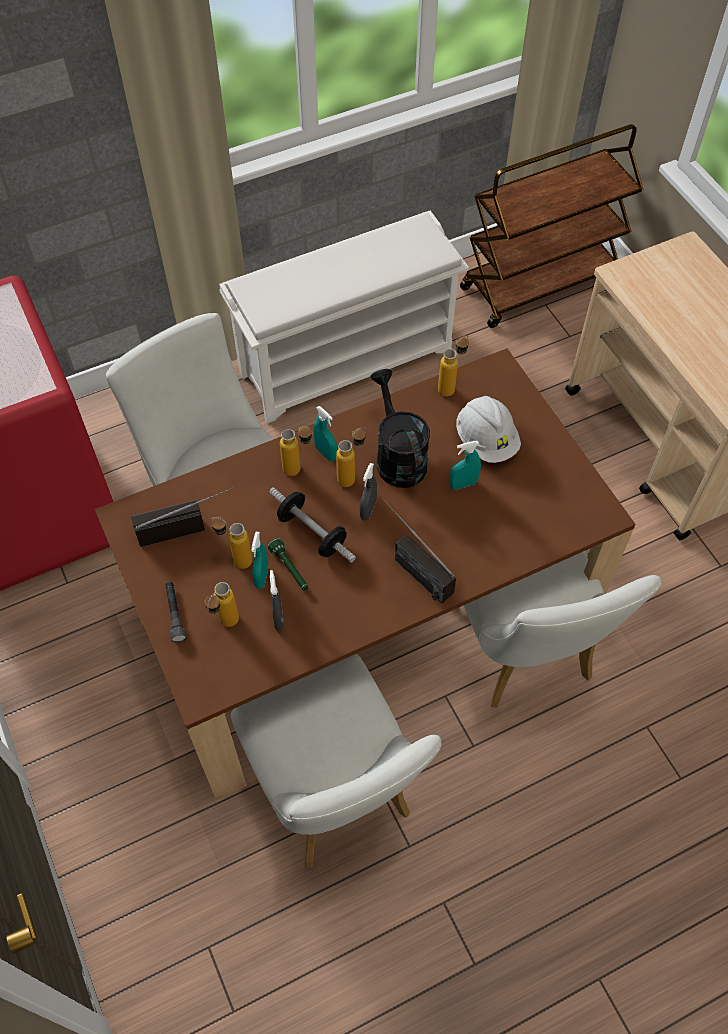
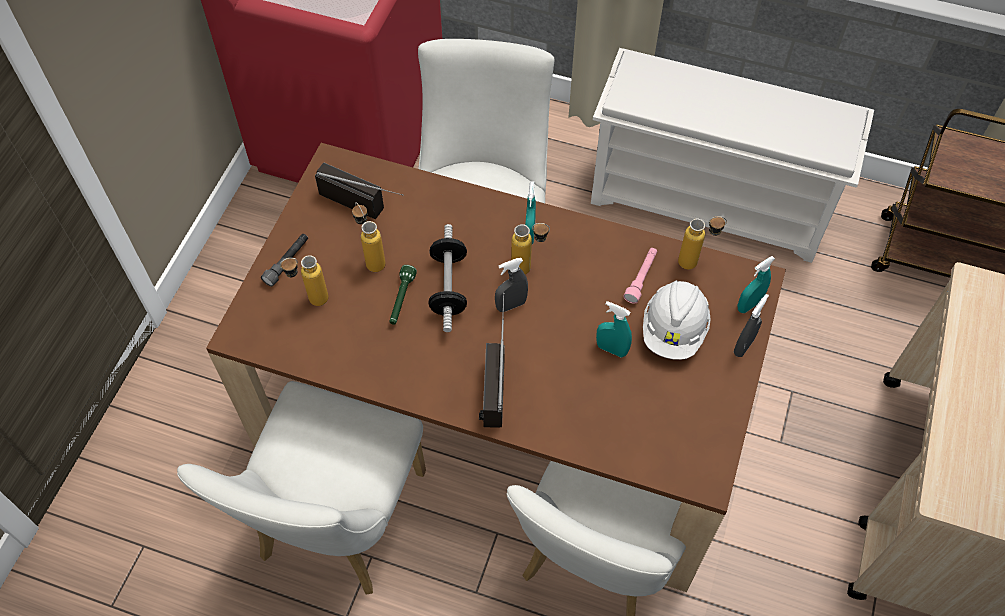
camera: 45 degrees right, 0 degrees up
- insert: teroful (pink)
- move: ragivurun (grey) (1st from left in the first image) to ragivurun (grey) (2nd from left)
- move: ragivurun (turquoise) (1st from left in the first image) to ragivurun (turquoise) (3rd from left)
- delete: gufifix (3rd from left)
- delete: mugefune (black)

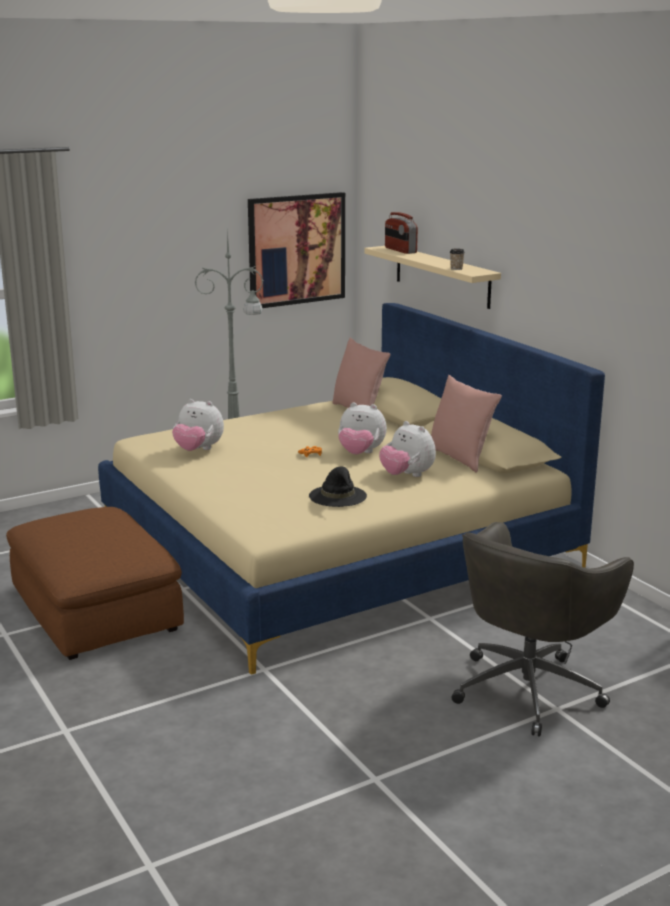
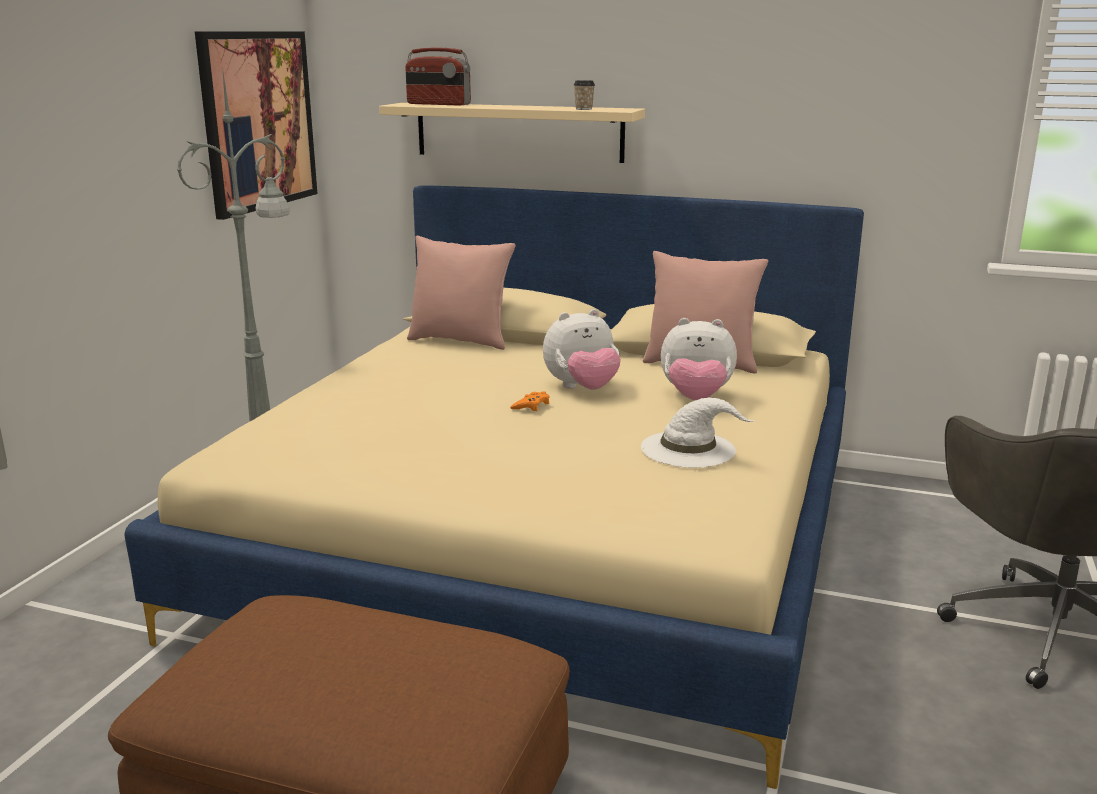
camera: 40 degrees left, 0 degrees up
- recolor: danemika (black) to danemika (white)
- delete: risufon (1st from left)

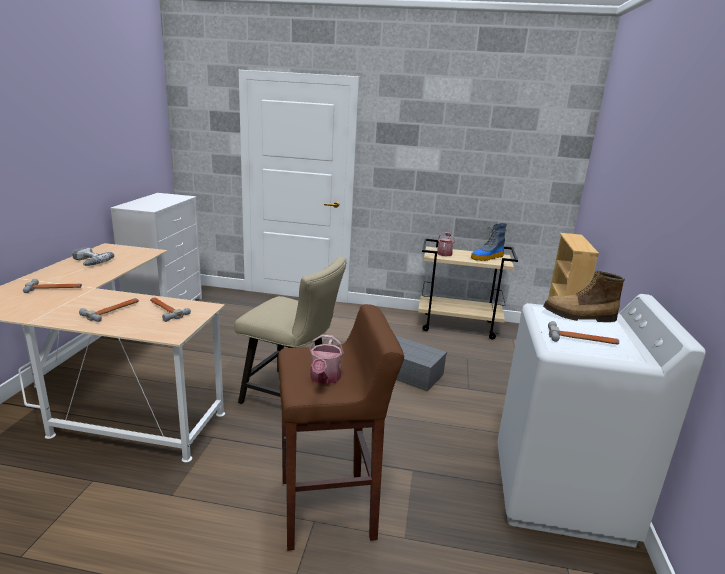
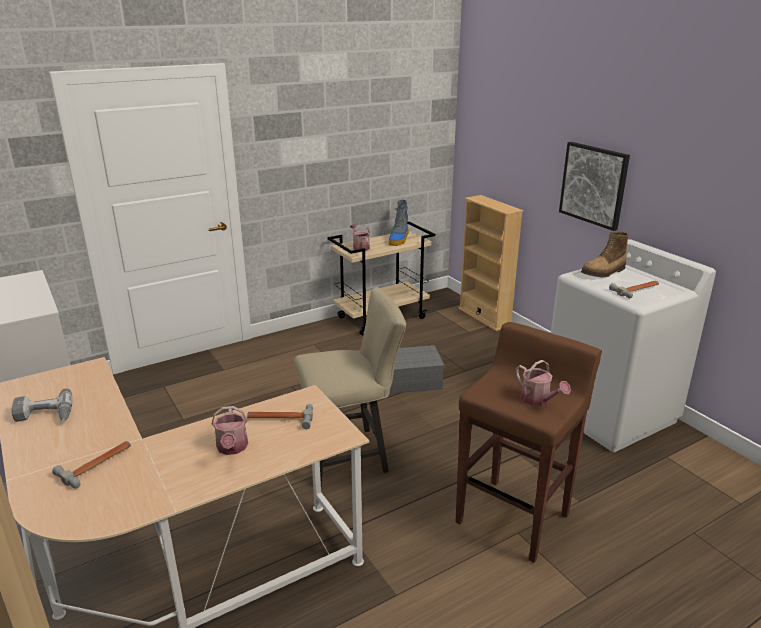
camera: 40 degrees left, 5 degrees up
- replace: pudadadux (2nd from left) to mugefune (1st from left)
- insert: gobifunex

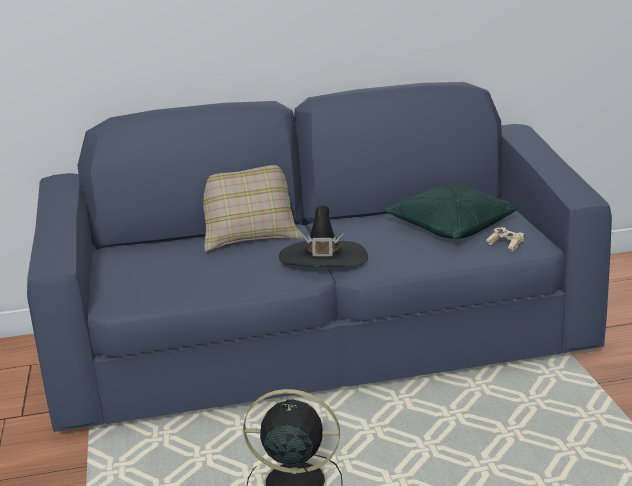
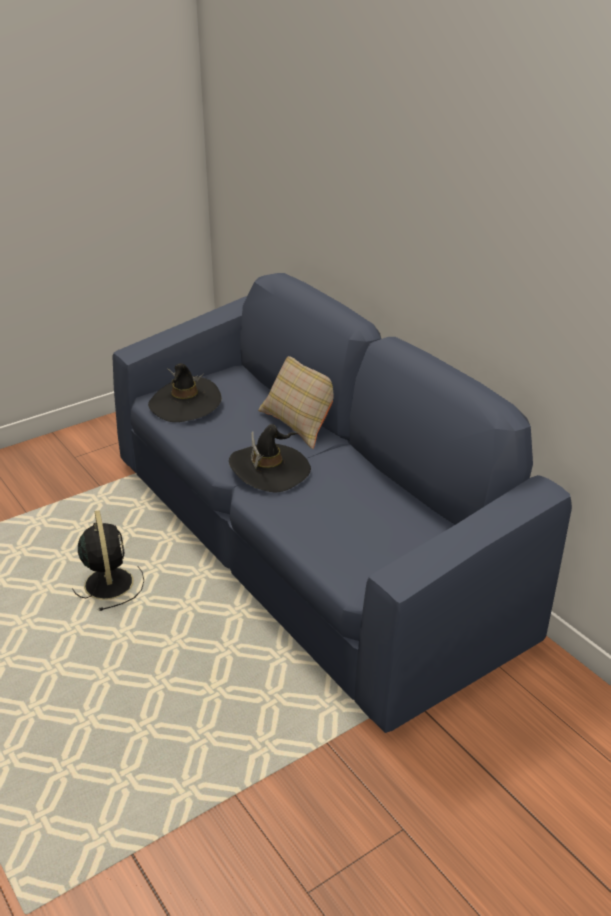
camera: 65 degrees right, 10 degrees up
- insert: danemika (black) (1st from left)
- delete: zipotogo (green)
- delete: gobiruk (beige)

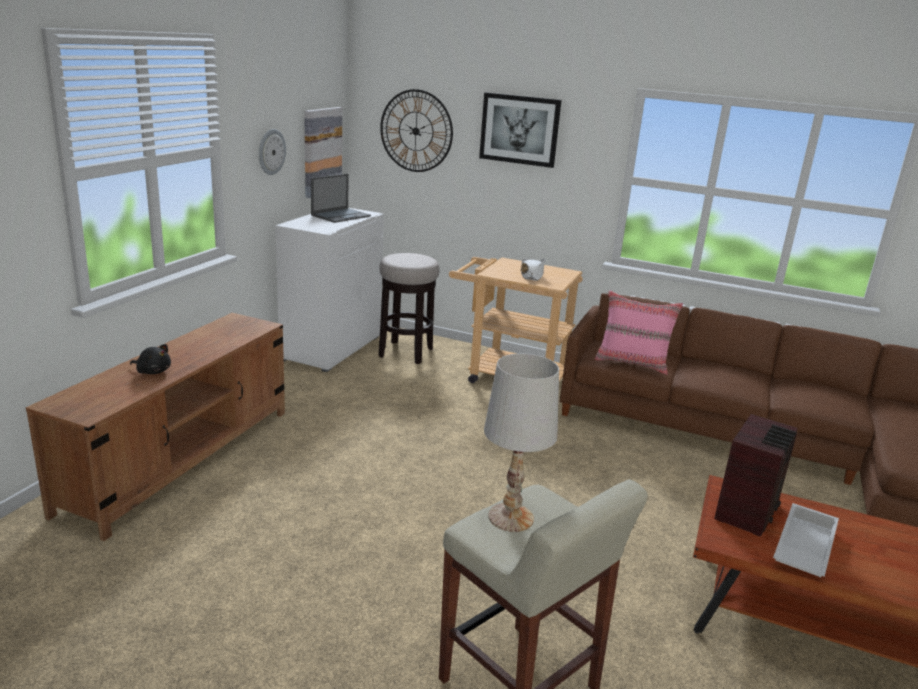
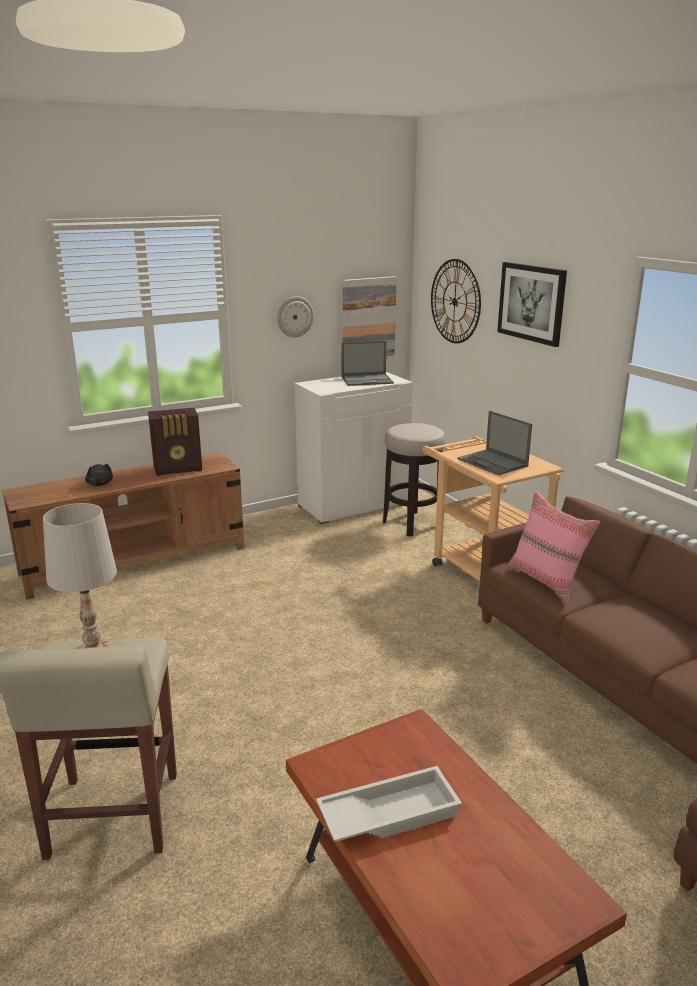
camera: 40 degrees right, 0 degrees up
- move: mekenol
- replace: danemika (white) to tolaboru (2nd from left)

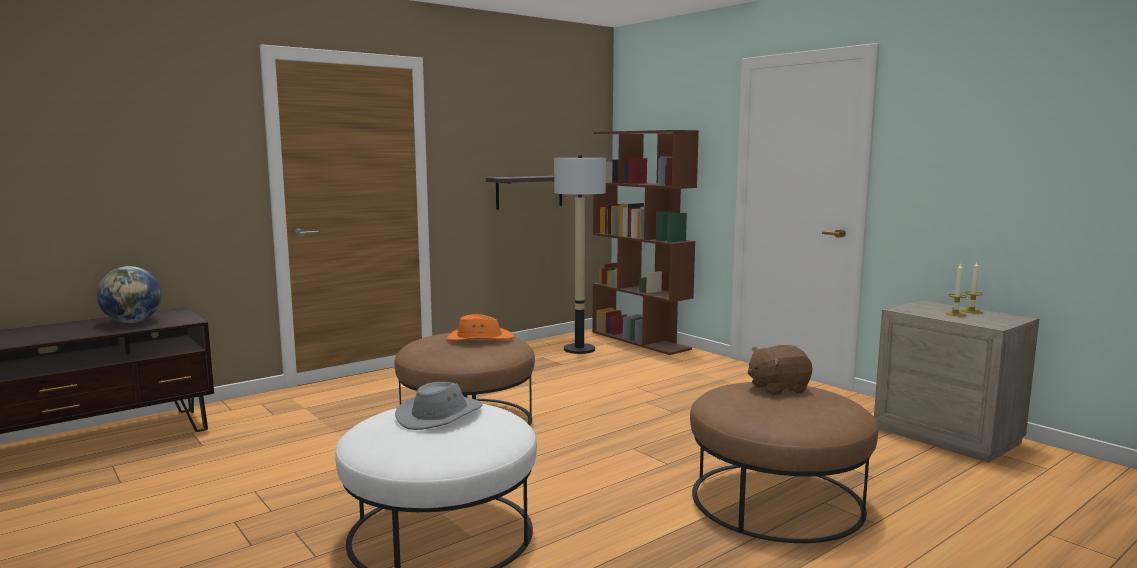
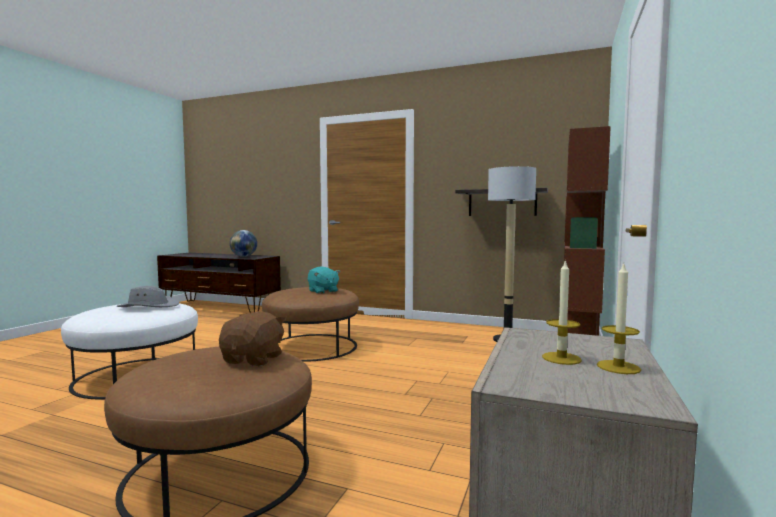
camera: 60 degrees right, 5 degrees down
- rotate: risufon (brown) 60 degrees clockwise
- replace: danemika (orange) to risufon (turquoise)

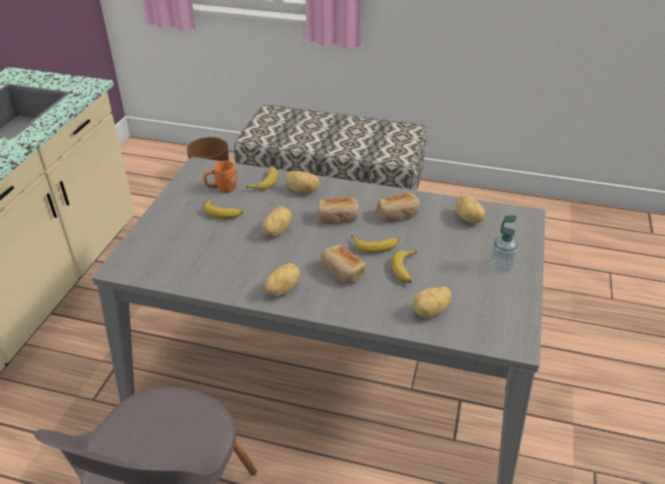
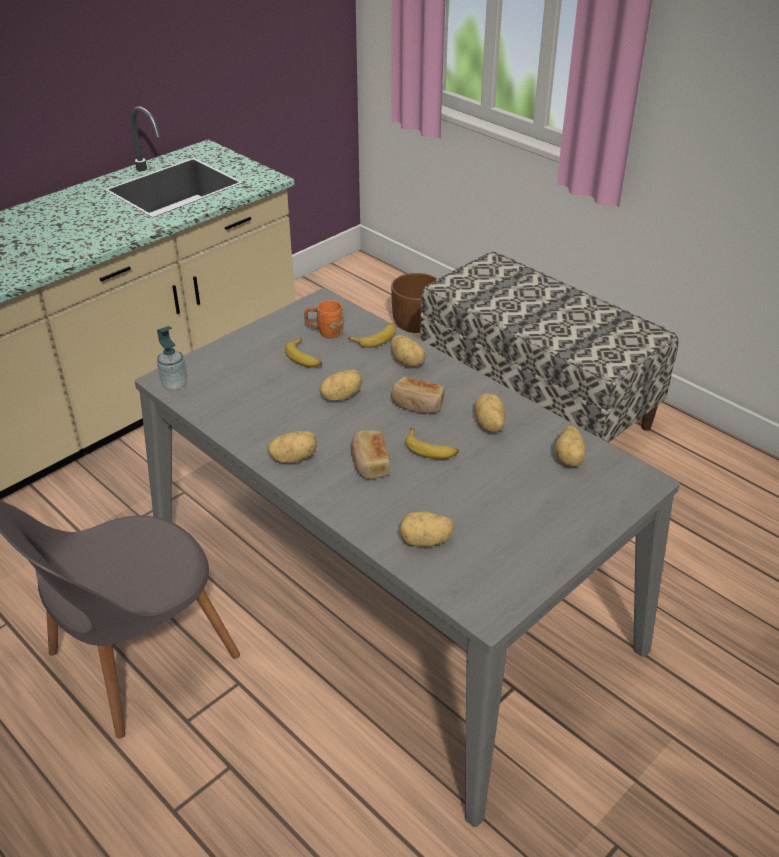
camera: 30 degrees right, 0 degrees up
- move: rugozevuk
- replace: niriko (3rd from left) to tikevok (5th from left)
- delete: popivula (4th from left)

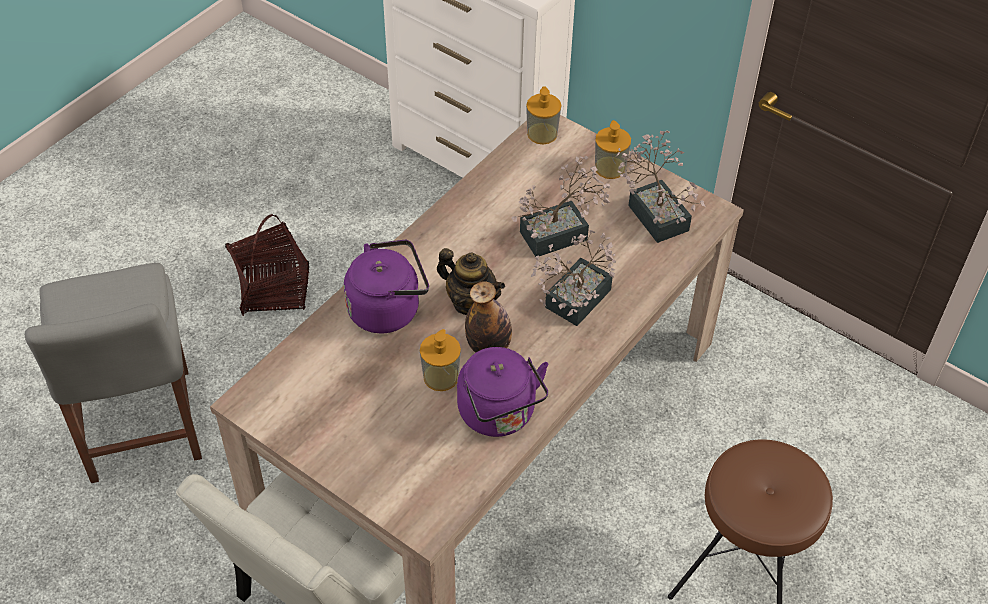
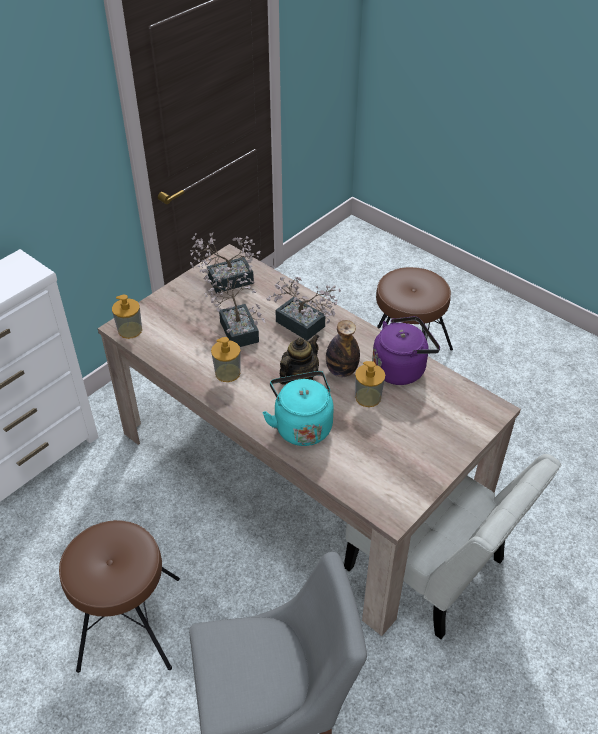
camera: 85 degrees left, 5 degrees down
- replace: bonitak to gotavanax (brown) (1st from left)
- move: rugozevuk (3rd from left in the first image) to rugozevuk (2nd from left)
- recolor: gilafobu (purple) (1st from left) to gilafobu (turquoise)

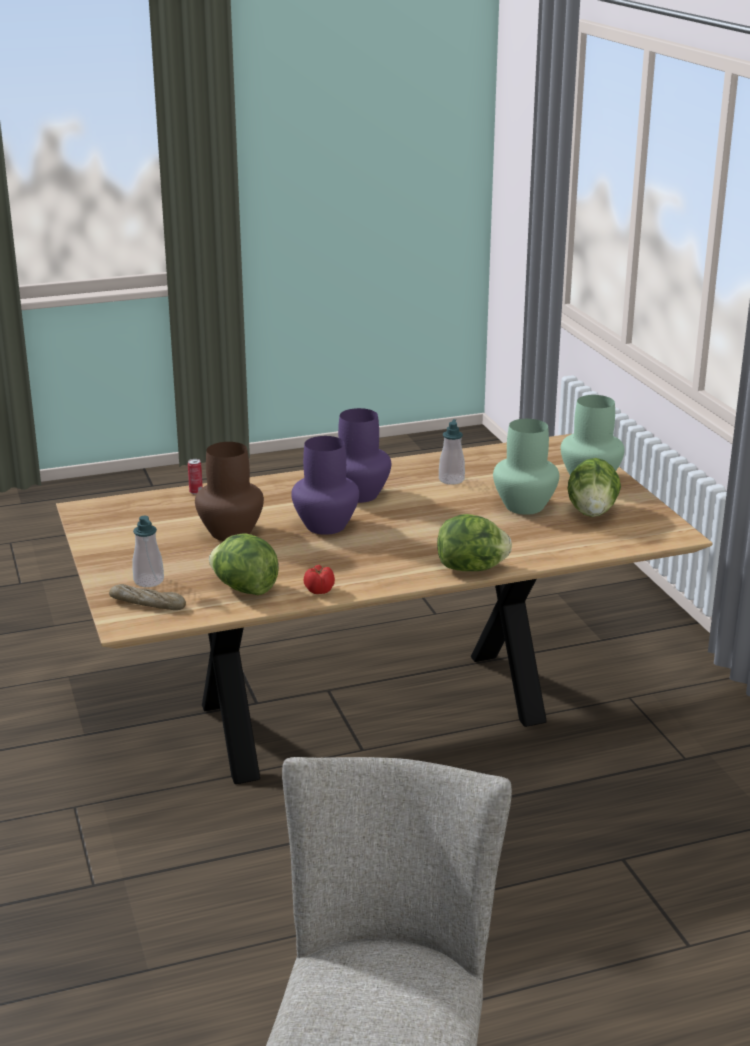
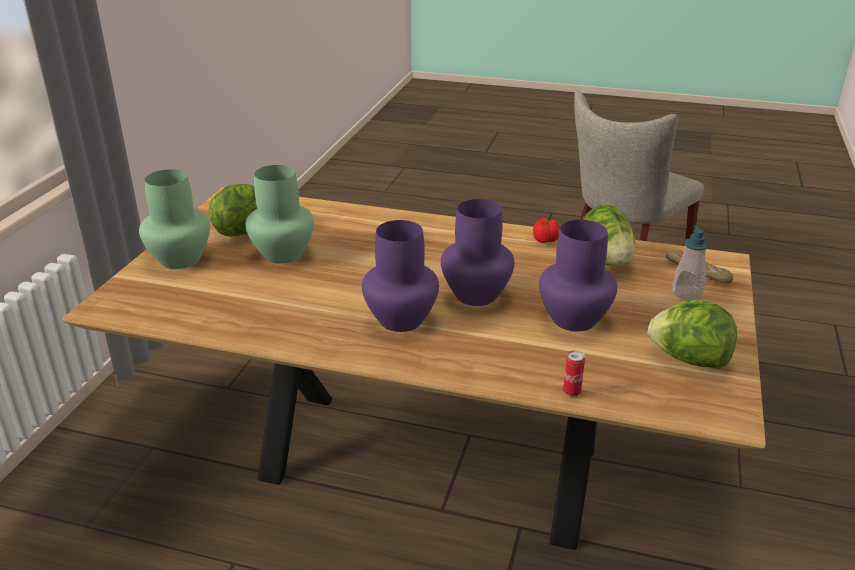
camera: 145 degrees left, 5 degrees up
- recolor: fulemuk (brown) to fulemuk (purple) (3rd from left)
- move: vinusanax (2nd from left in the first image) to vinusanax (3rd from left)
- delete: rugozevuk (2nd from left)

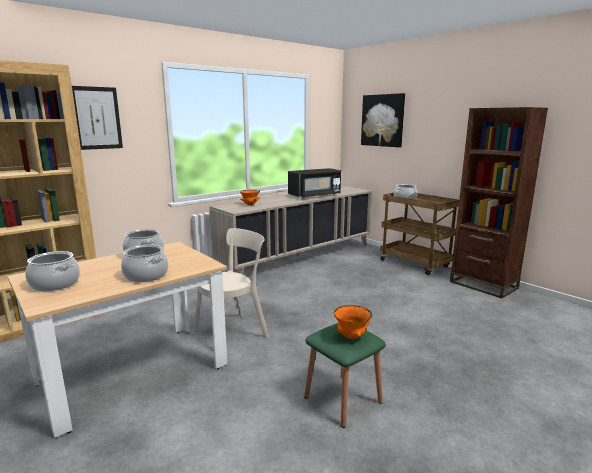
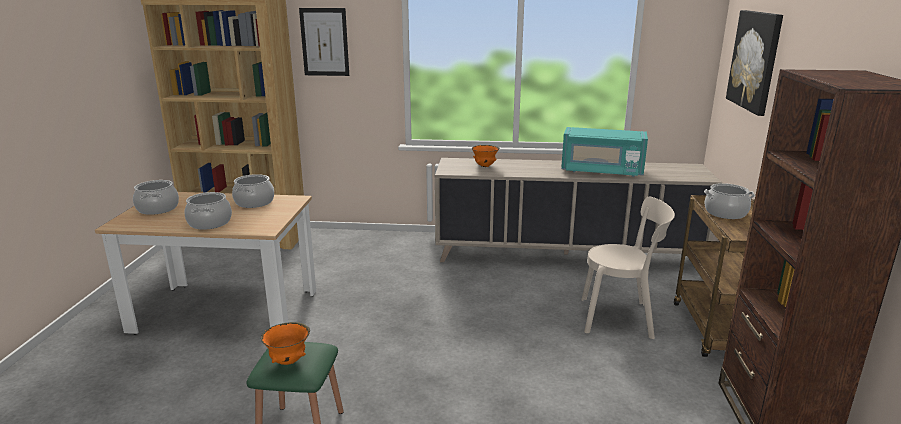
camera: 45 degrees right, 5 degrees up
- recolor: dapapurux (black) to dapapurux (turquoise)
- move: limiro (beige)

